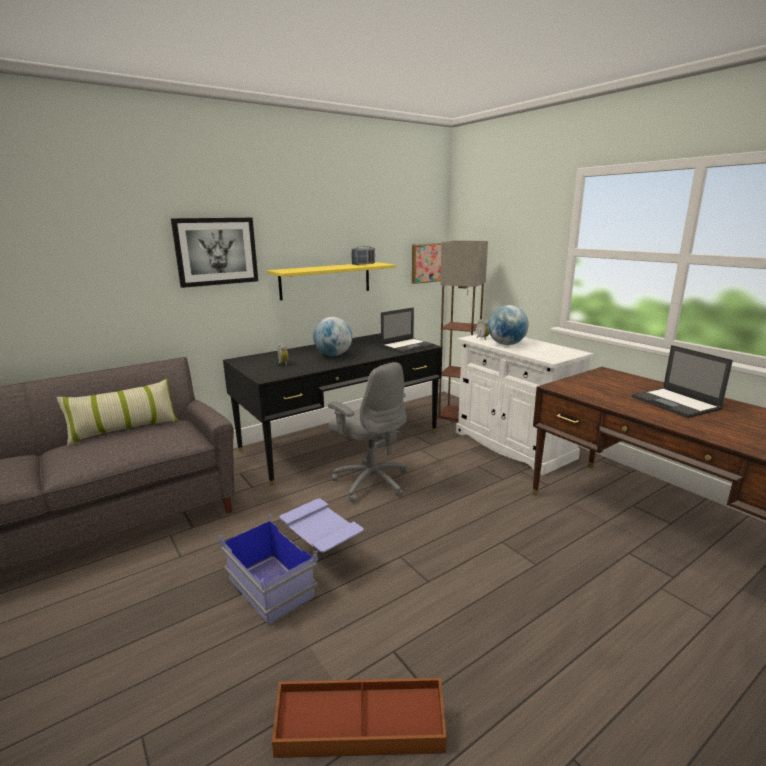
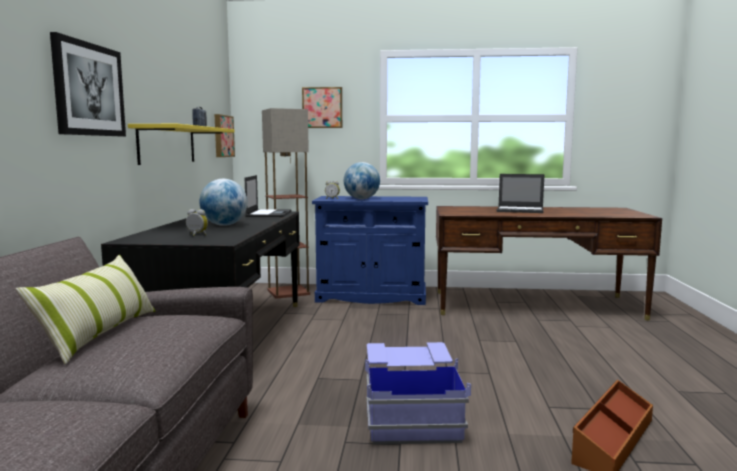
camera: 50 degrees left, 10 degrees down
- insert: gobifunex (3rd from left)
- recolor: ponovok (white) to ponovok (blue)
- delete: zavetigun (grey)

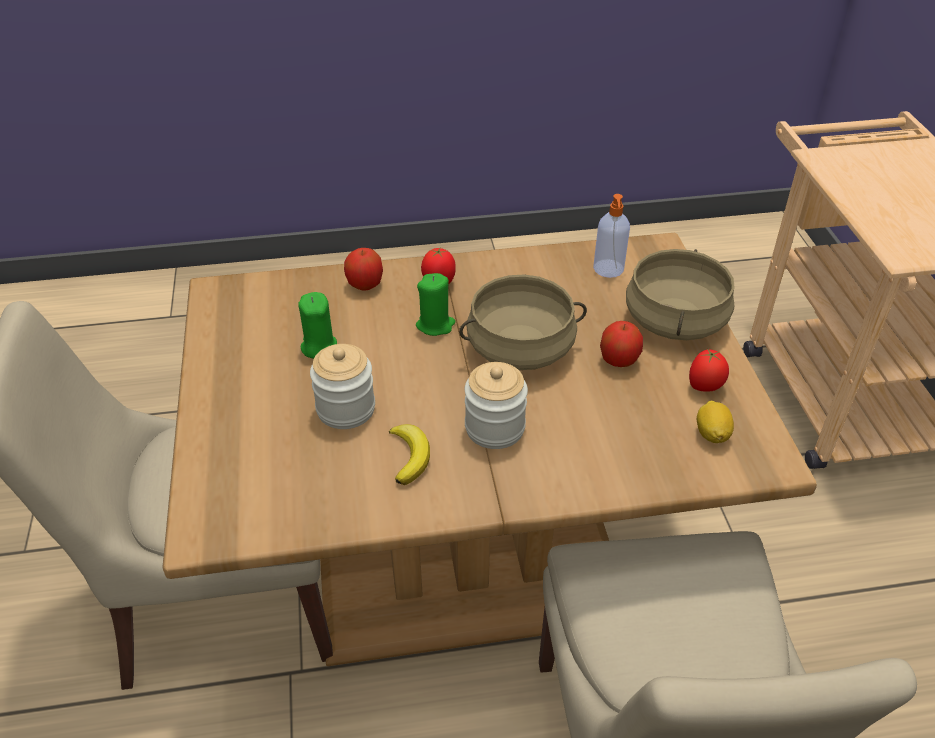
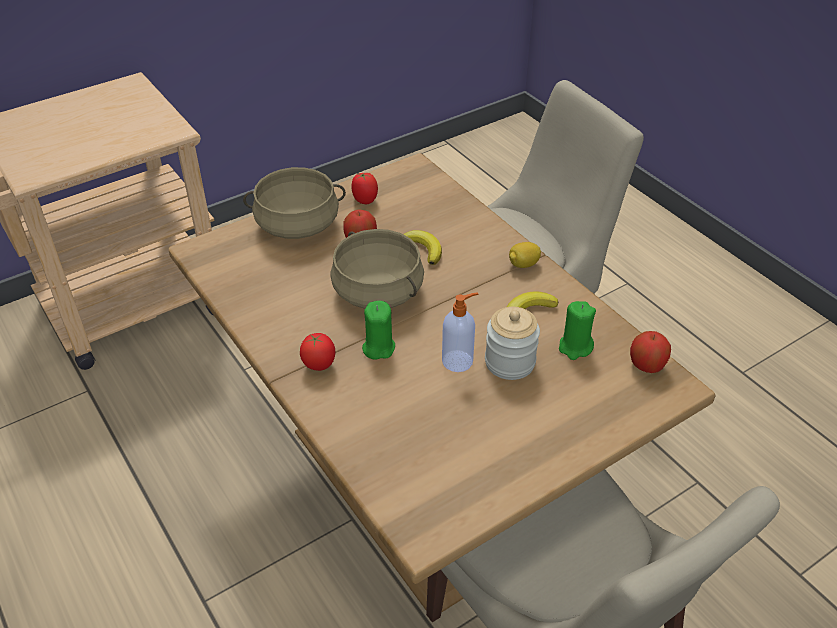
camera: 115 degrees left, 0 degrees up
- insert: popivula (1st from left)
- move: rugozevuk
- move: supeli
- move: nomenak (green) (1st from left in the first image) to nomenak (green) (2nd from left)
- move: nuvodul (1st from left in the first image) to nuvodul (2nd from left)
- delete: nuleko (2nd from left)

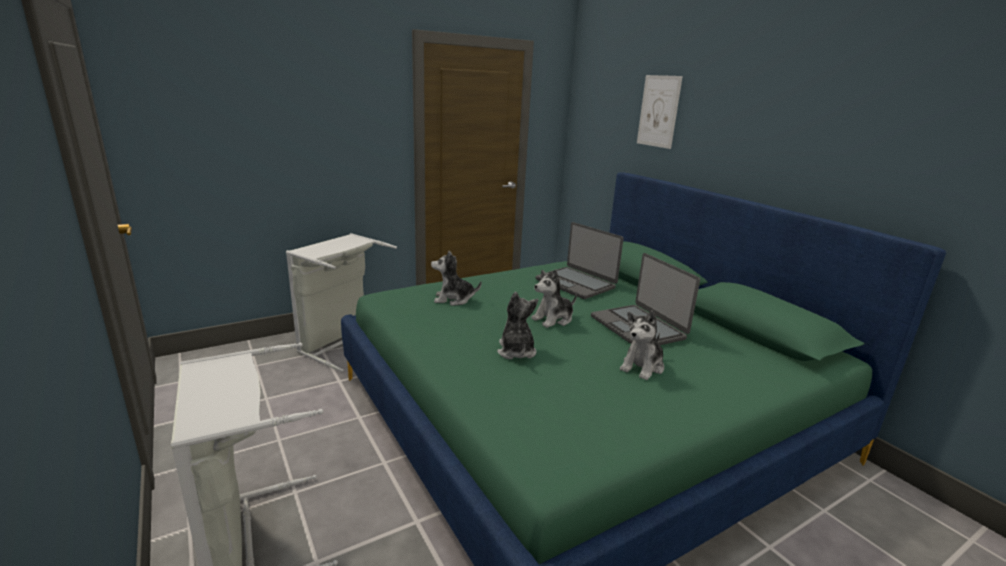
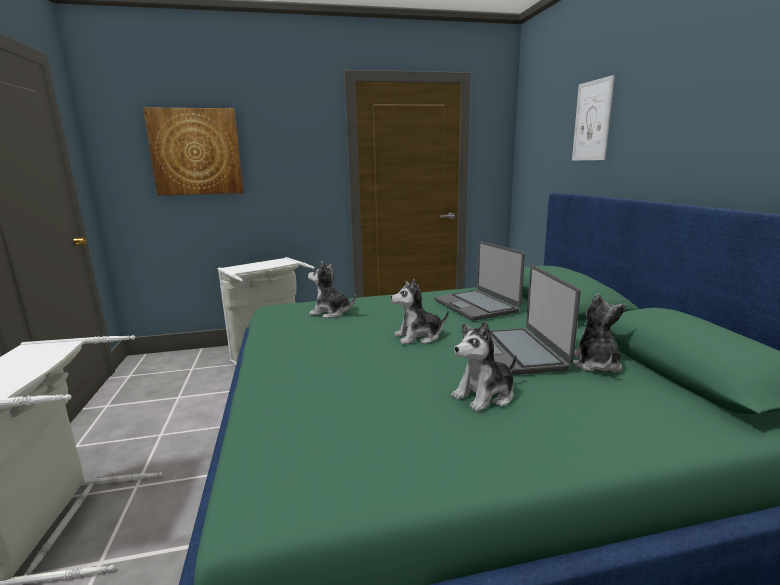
camera: 20 degrees right, 5 degrees down
- insert: gobifunex (1st from left)
- move: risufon (2nd from left in the first image) to risufon (4th from left)

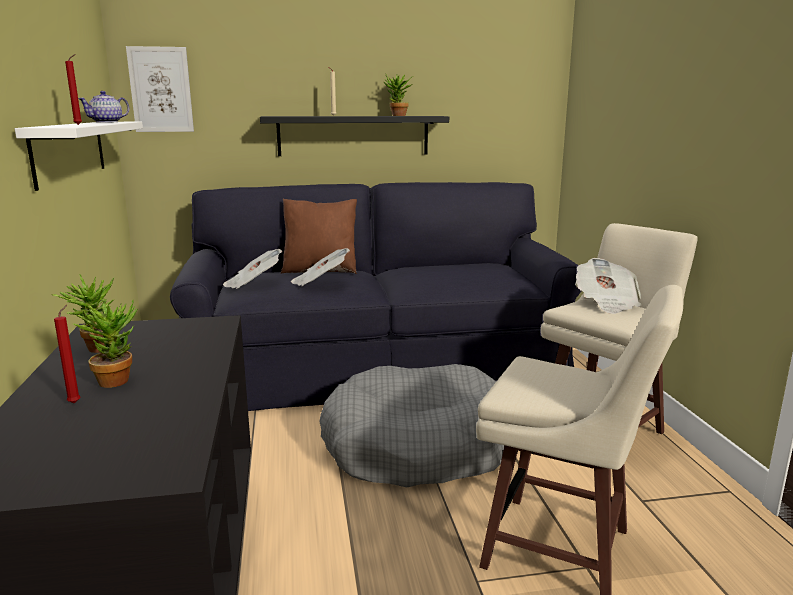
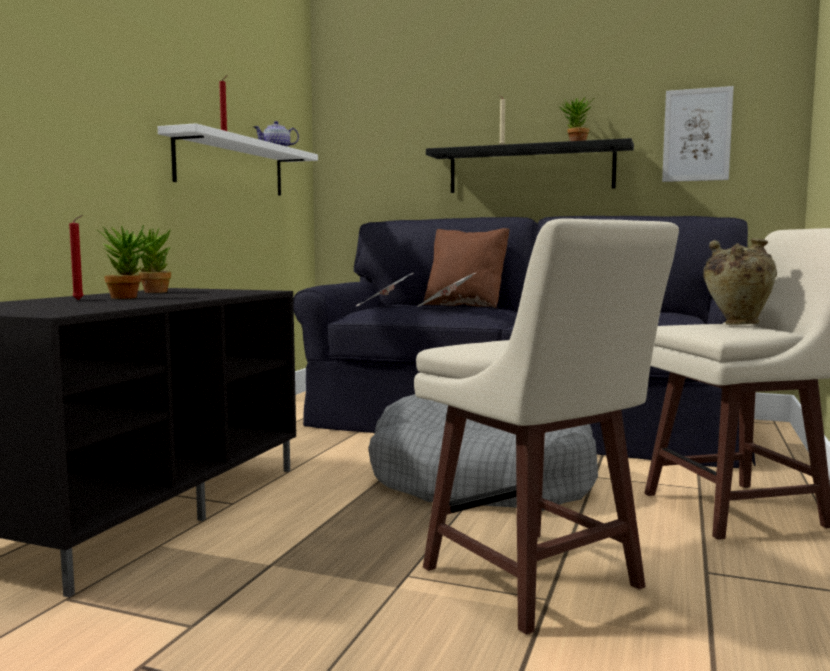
camera: 30 degrees right, 10 degrees down
- move: gobifunex
- replace: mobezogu (3rd from left) to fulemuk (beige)

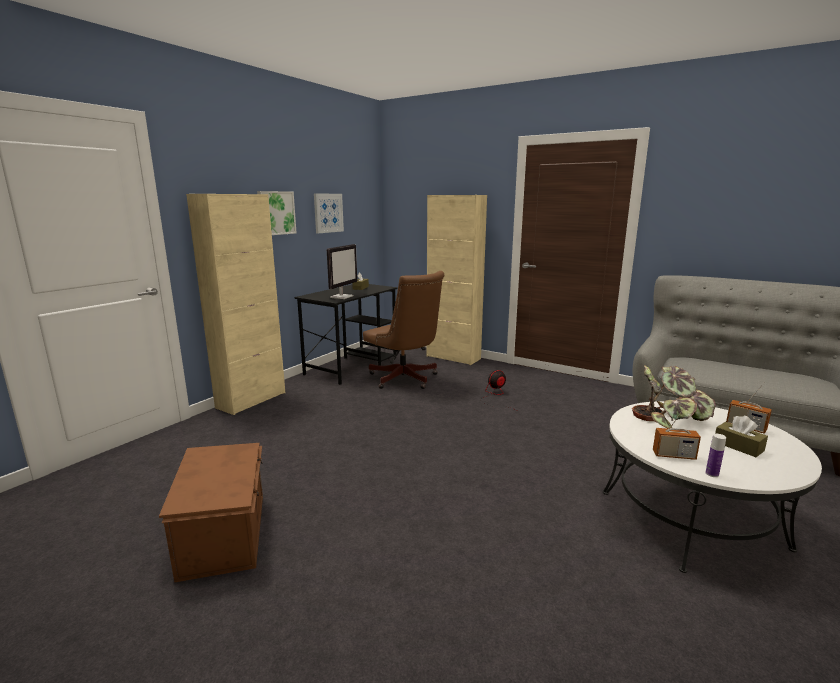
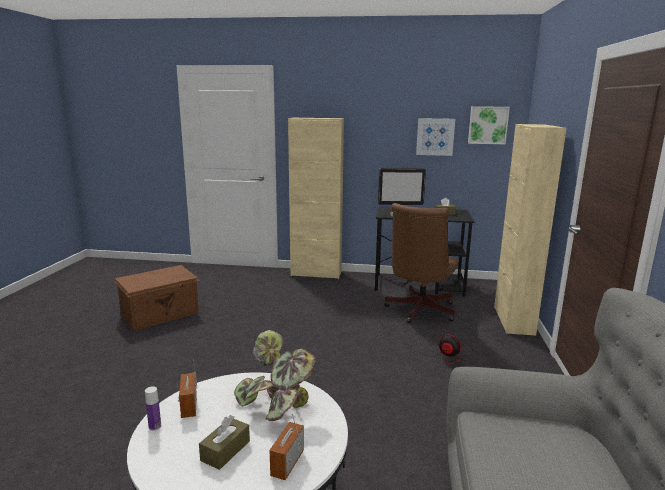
camera: 65 degrees right, 0 degrees up
- move: gobifunex (1st from left in the first image) to gobifunex (2nd from left)

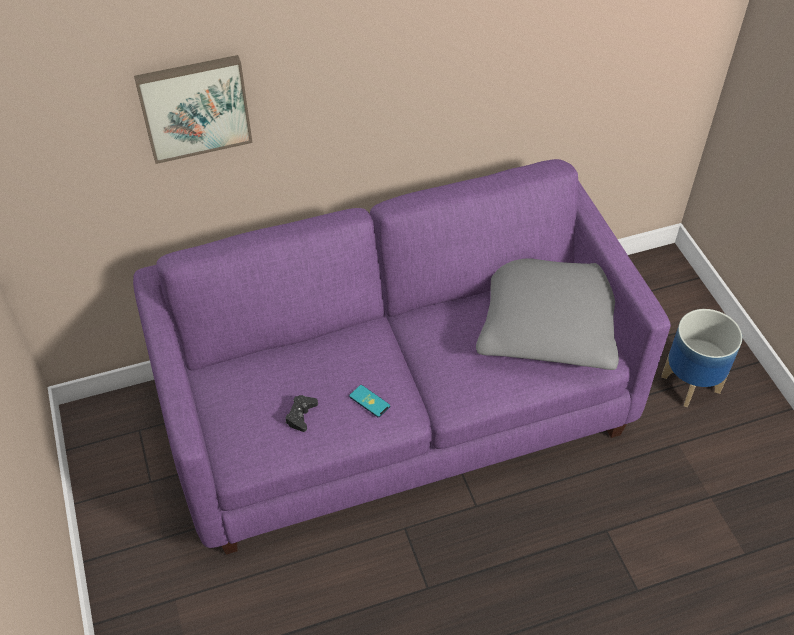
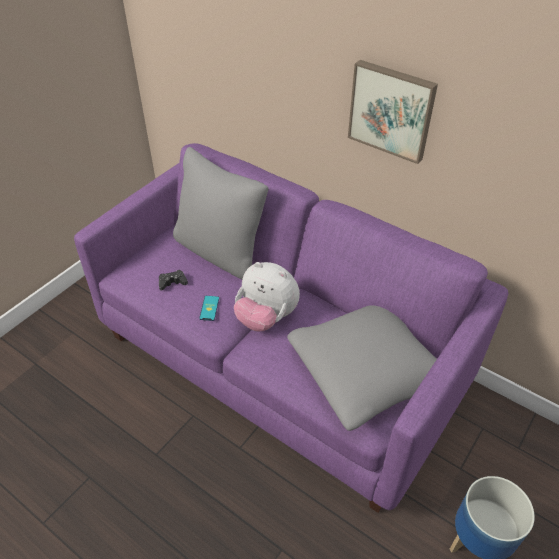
camera: 55 degrees right, 5 degrees down
- insert: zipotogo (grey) (1st from left)
- insert: risufon
- move: gobifunex

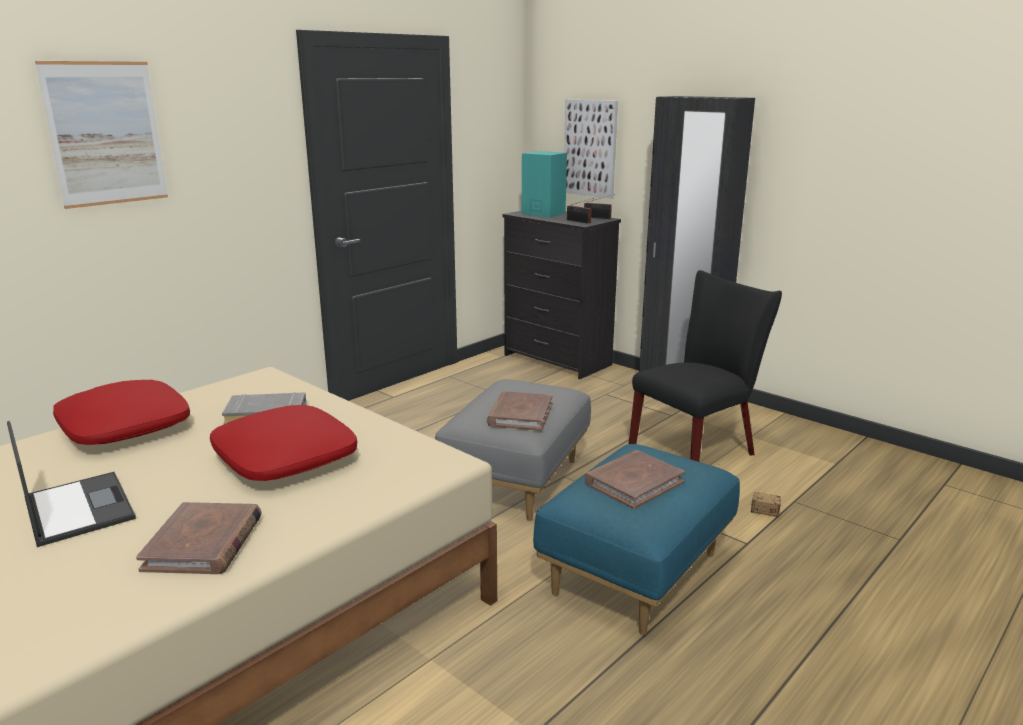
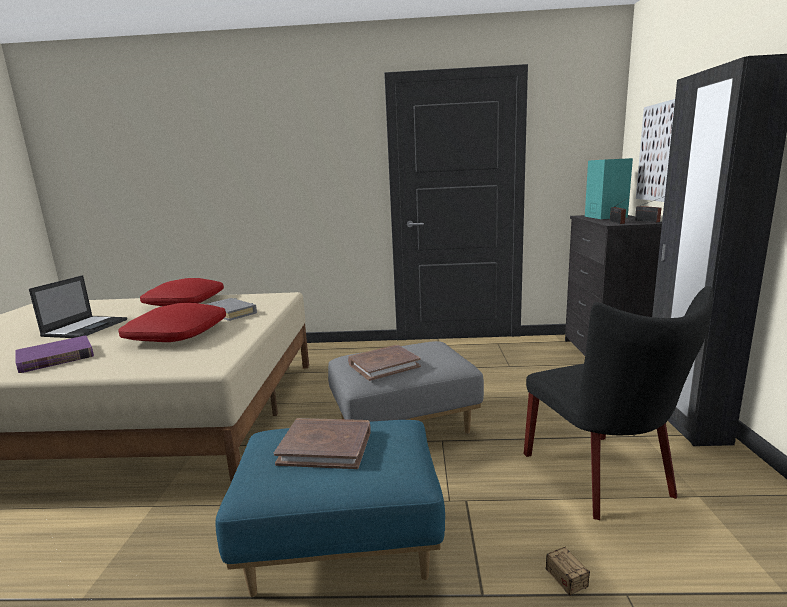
camera: 50 degrees right, 5 degrees down
- recolor: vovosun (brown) (1st from left) to vovosun (purple)
- rotate: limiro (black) 60 degrees clockwise
- delete: gobifunex (1st from left)

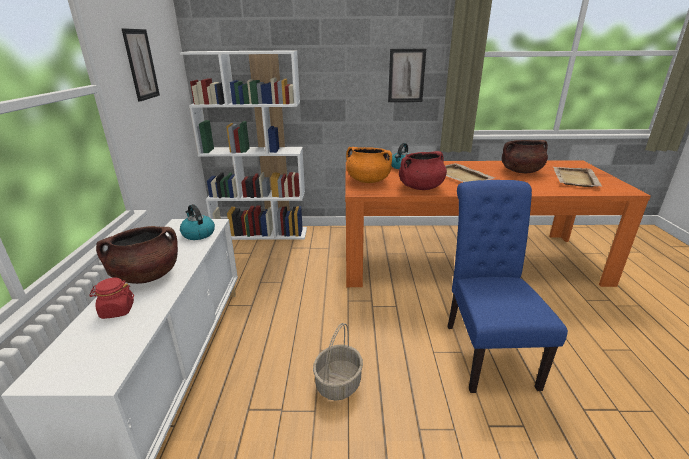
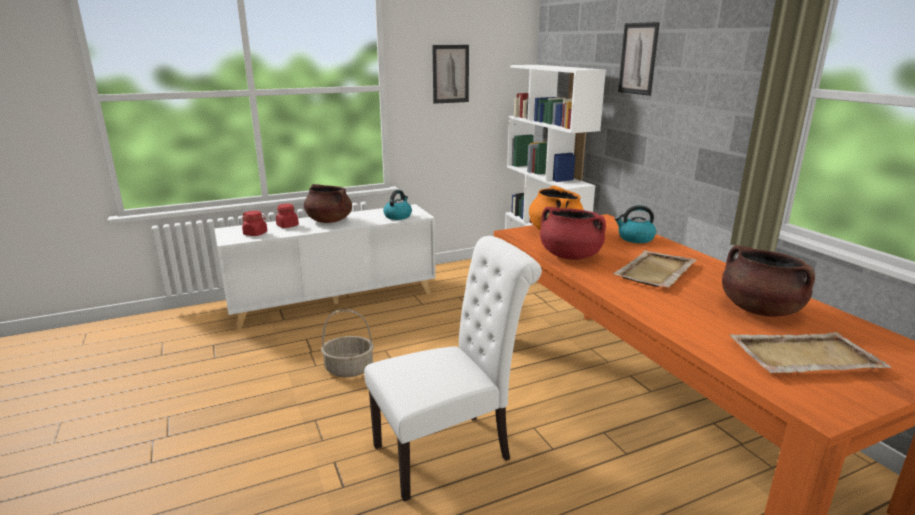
camera: 65 degrees right, 5 degrees down
- insert: nuleko (red) (1st from left)
- recolor: limiro (blue) to limiro (white)
- move: gobifunex (2nd from left)

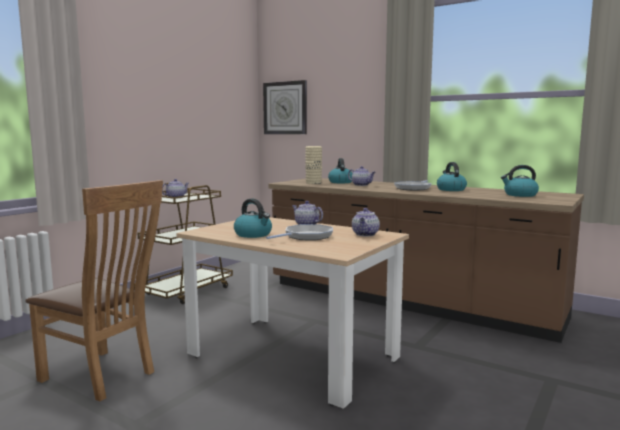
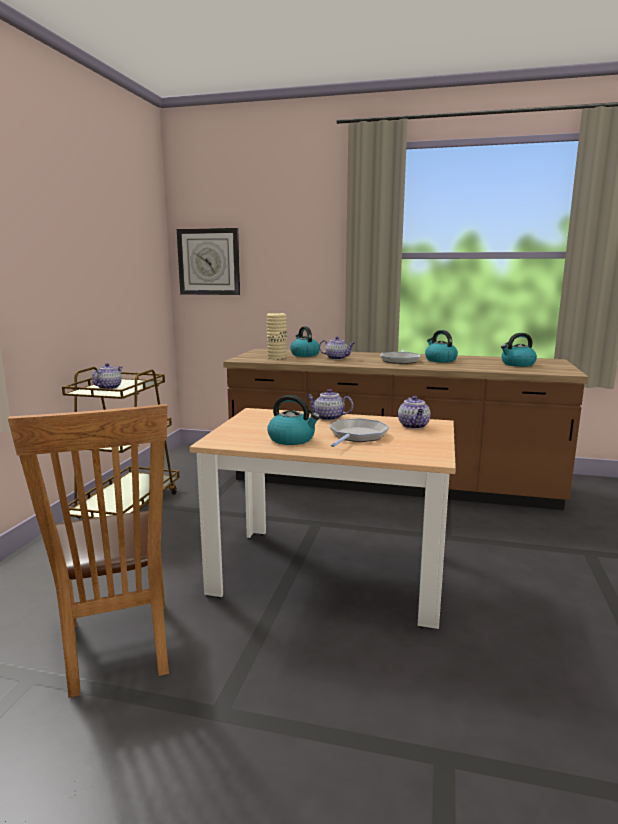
camera: 20 degrees left, 5 degrees up
- rotate: limiro (brown) 60 degrees clockwise

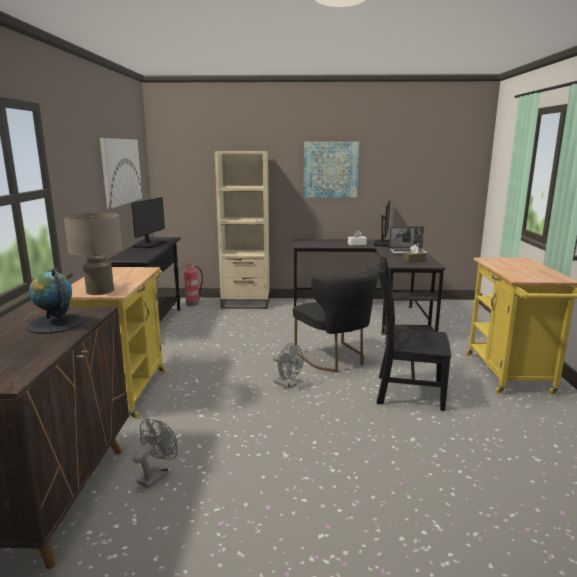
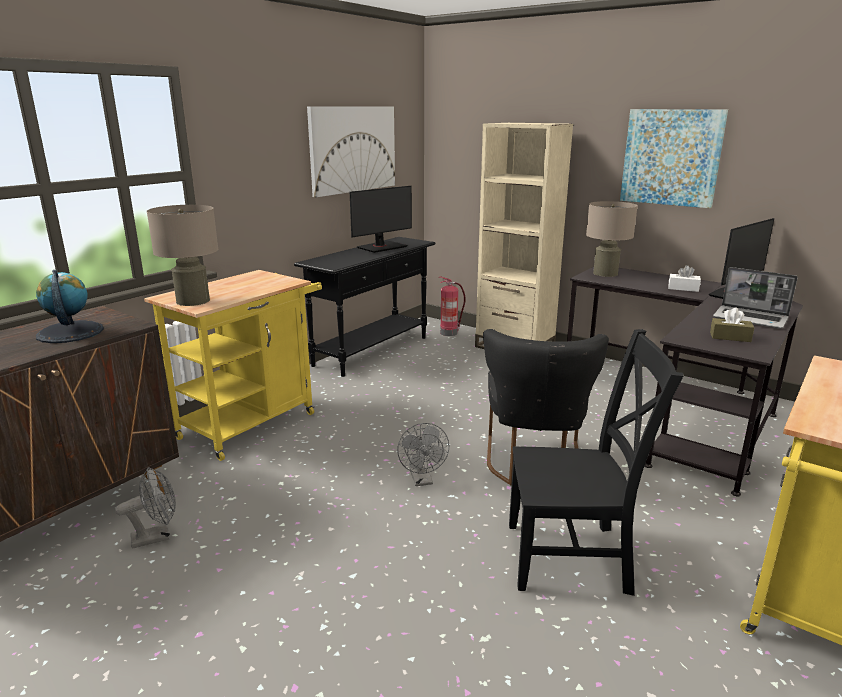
camera: 35 degrees right, 5 degrees up
- rotate: limiro (black) (2nd from left) 135 degrees clockwise
- insert: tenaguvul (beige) (2nd from left)

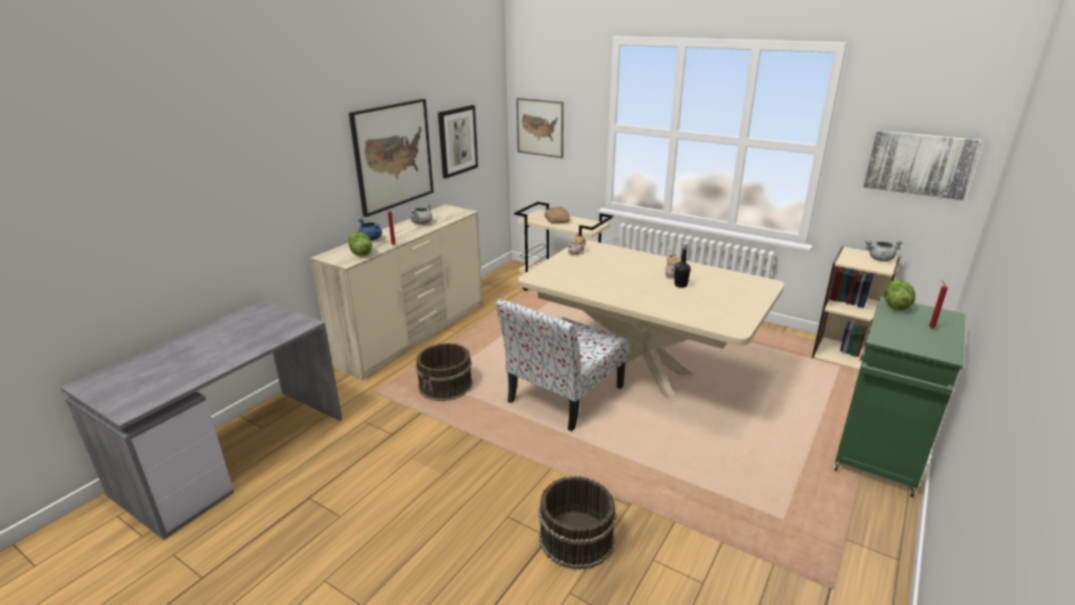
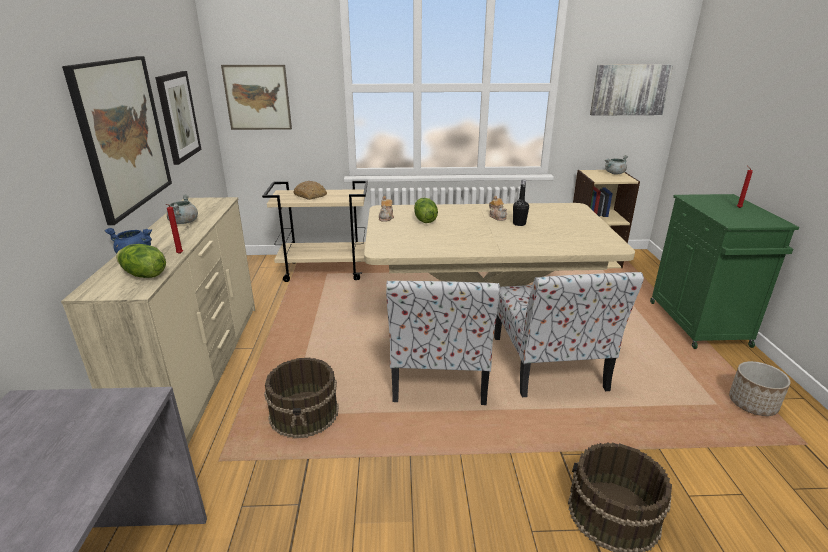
camera: 35 degrees left, 0 degrees up
- move: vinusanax (2nd from left)
- insert: limiro (2nd from left)
- insert: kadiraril

